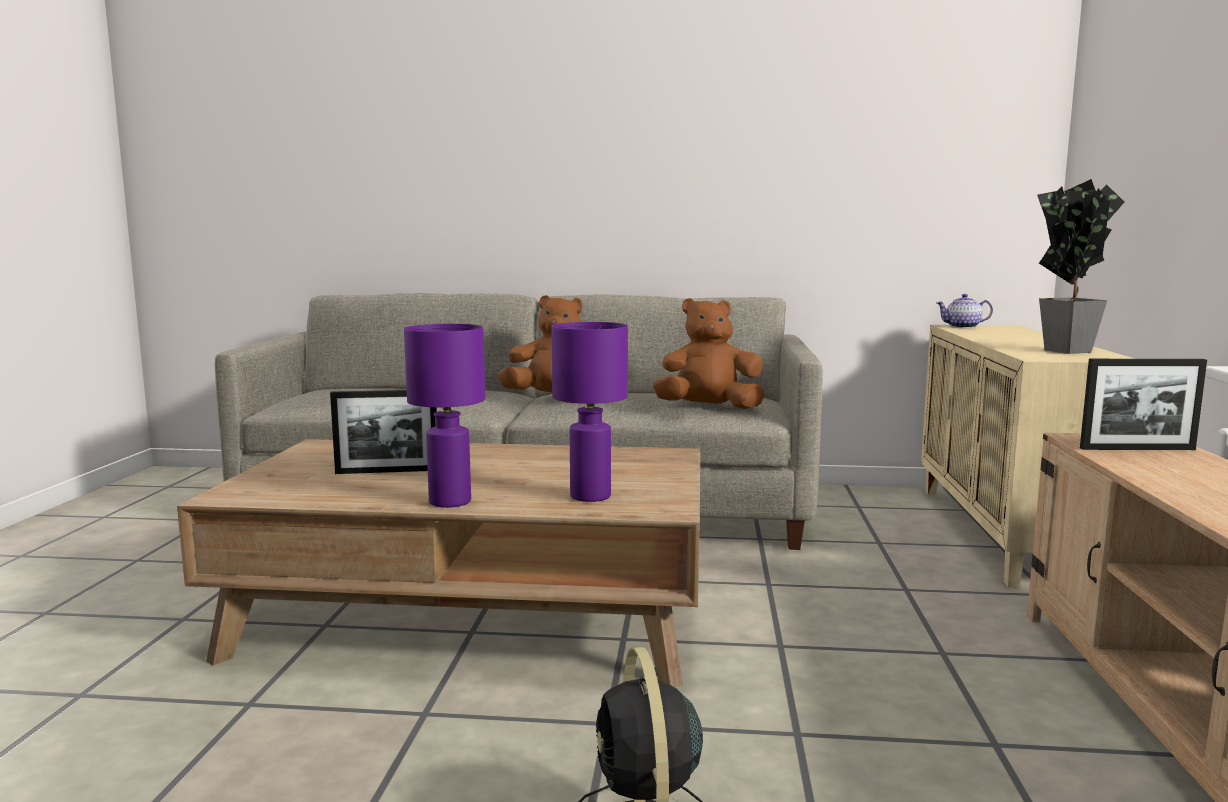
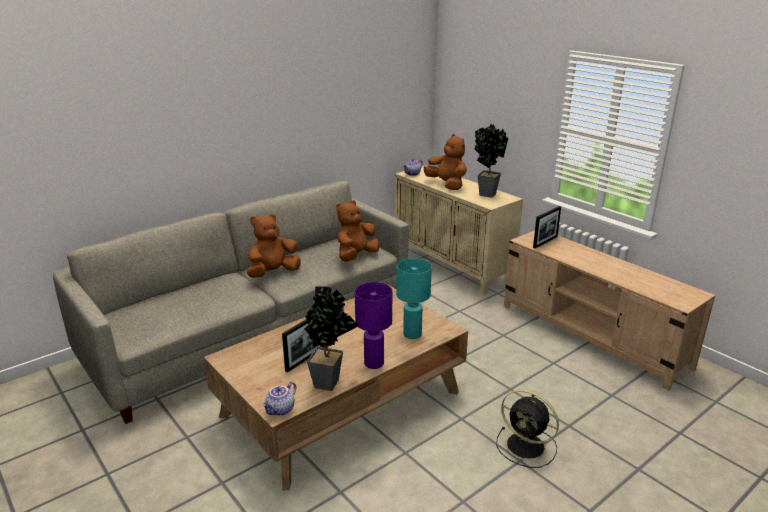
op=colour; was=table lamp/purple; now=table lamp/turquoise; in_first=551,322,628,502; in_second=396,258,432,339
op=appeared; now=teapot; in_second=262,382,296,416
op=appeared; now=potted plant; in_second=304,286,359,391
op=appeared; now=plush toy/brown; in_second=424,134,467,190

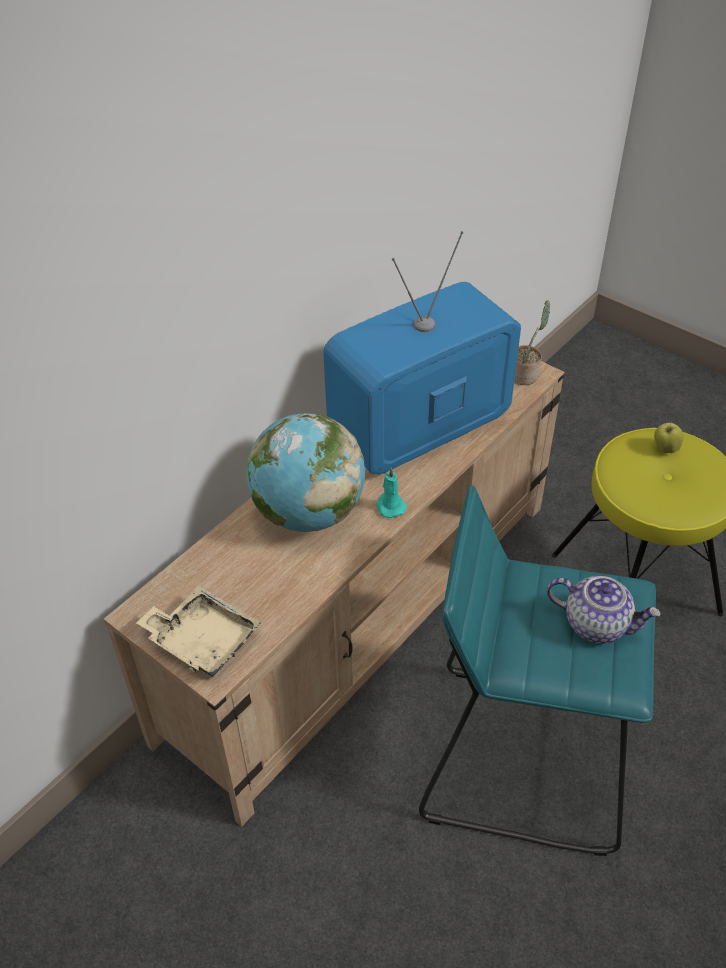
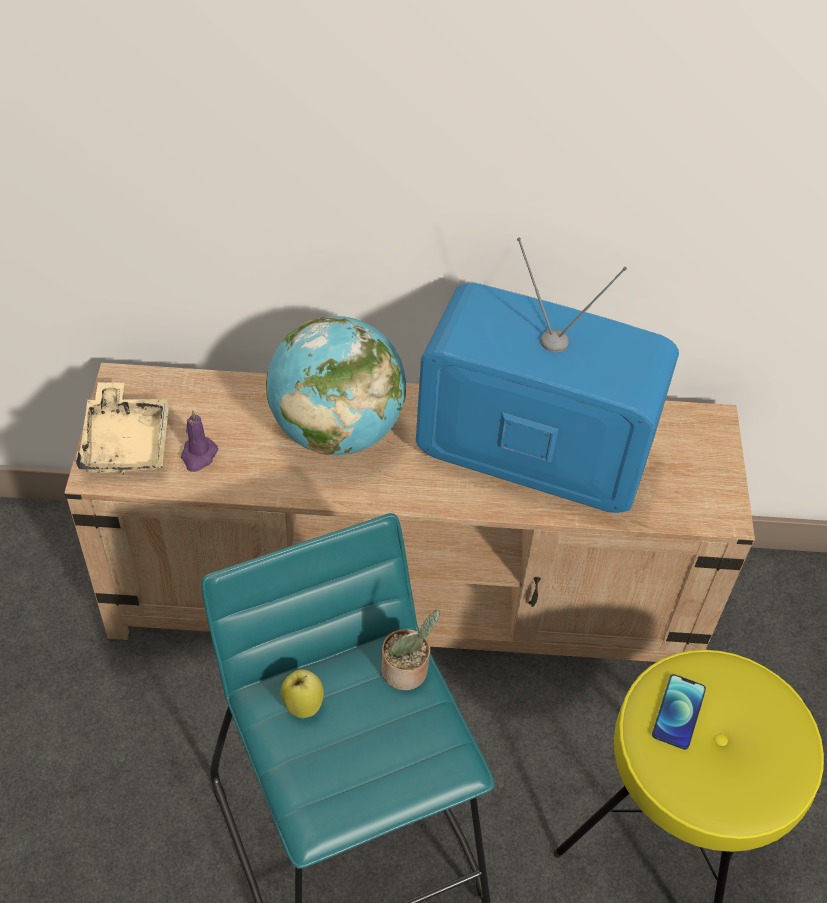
op=missing; was=candle/turquoise; in_first=376,467,407,518
op=relocated; was=potted plant; in_first=514,300,550,385; in_second=382,610,440,691
op=missing; was=teapot; in_first=547,576,661,644
op=relocated; was=apple; in_first=654,422,684,454; in_second=280,669,324,718
op=appeared; now=candle/purple; in_second=181,410,218,472
op=appeared; now=phone; in_second=652,674,706,750

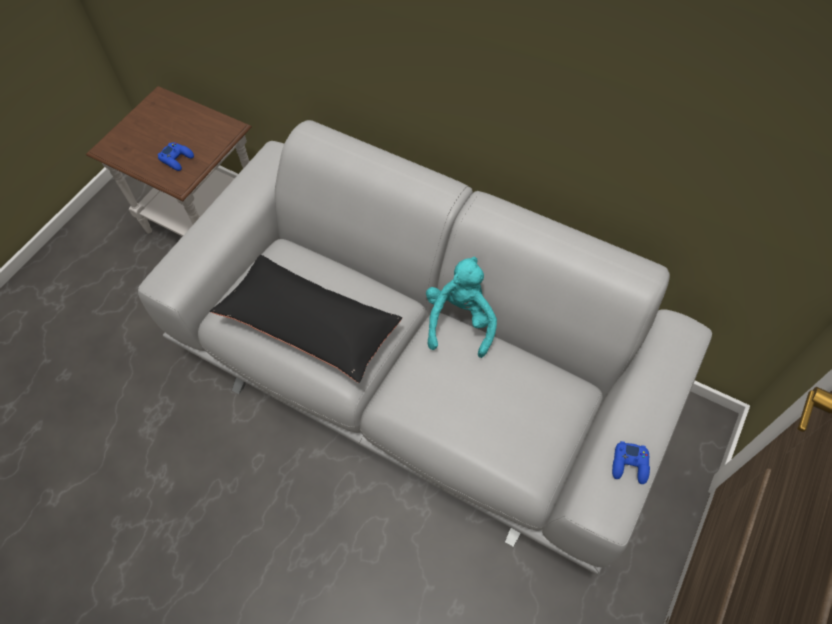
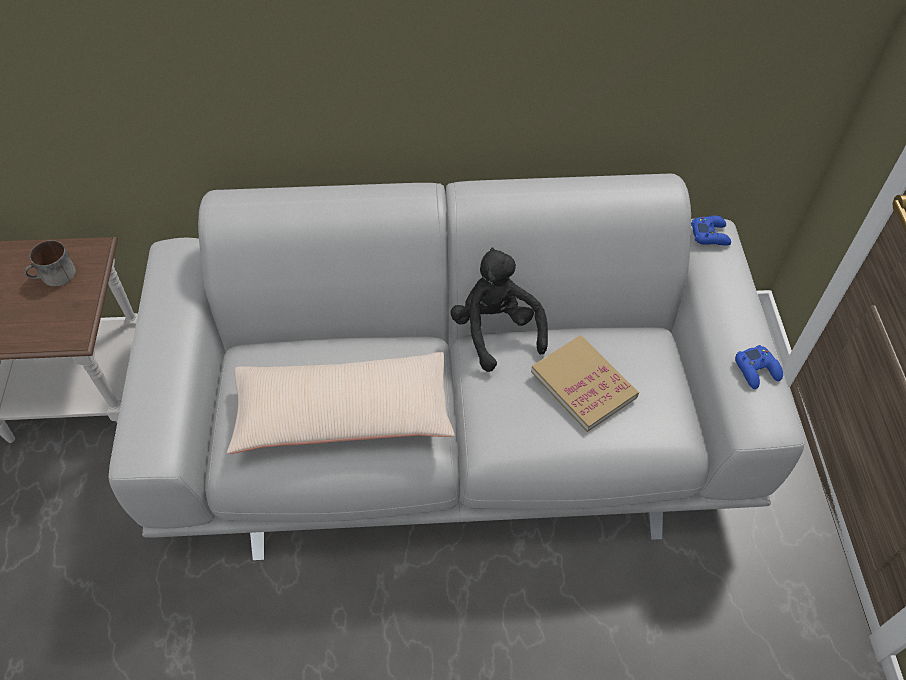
op=relocated; was=game controller/blue; in_first=157,142,194,171; in_second=691,215,731,246
op=colour; was=pillow/black; now=pillow/beige; in_first=210,255,402,383; in_second=227,352,455,454
op=colour; was=plush toy/turquoise; now=plush toy/black; in_first=426,256,497,358; in_second=450,247,548,372
op=appeared; now=mug; in_second=24,240,76,287
op=appeared; now=book; in_second=531,335,639,432

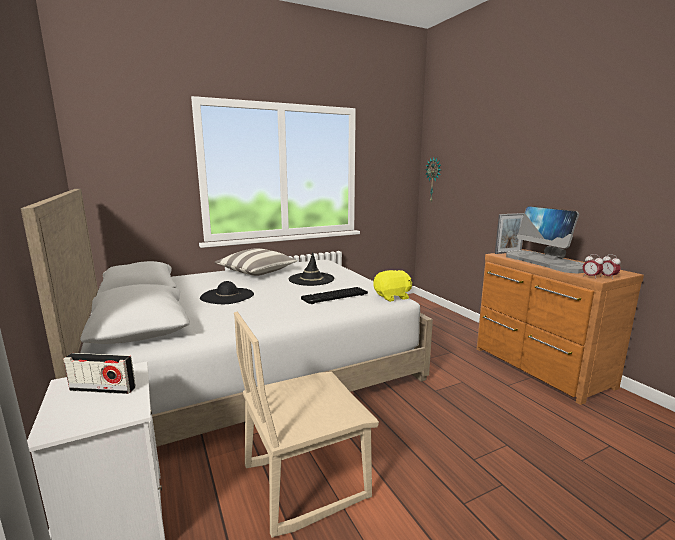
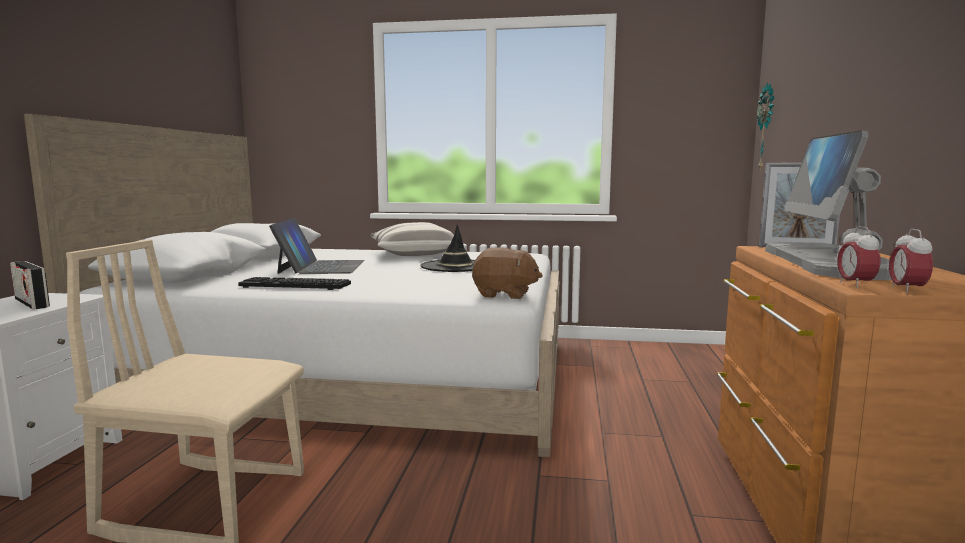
op=exchanged; was=hat/black; now=laptop; in_first=200,281,254,304; in_second=269,218,365,274
op=relocated; was=keyboard; in_first=301,287,368,304; in_second=238,277,351,290
op=colour; was=plush toy/yellow; now=plush toy/brown; in_first=373,270,412,302; in_second=472,247,543,299

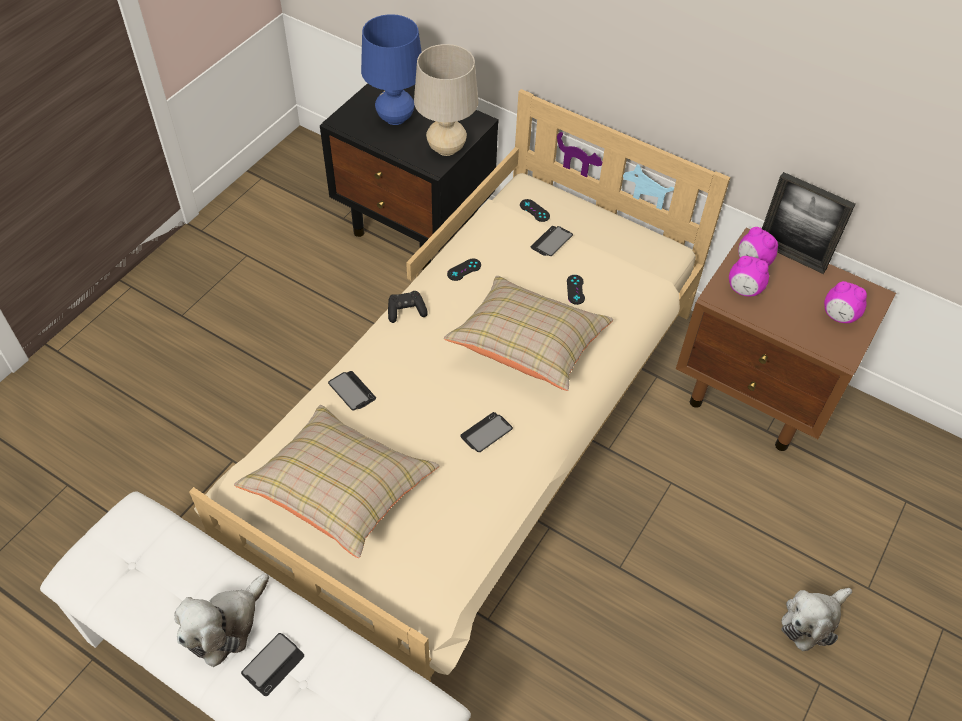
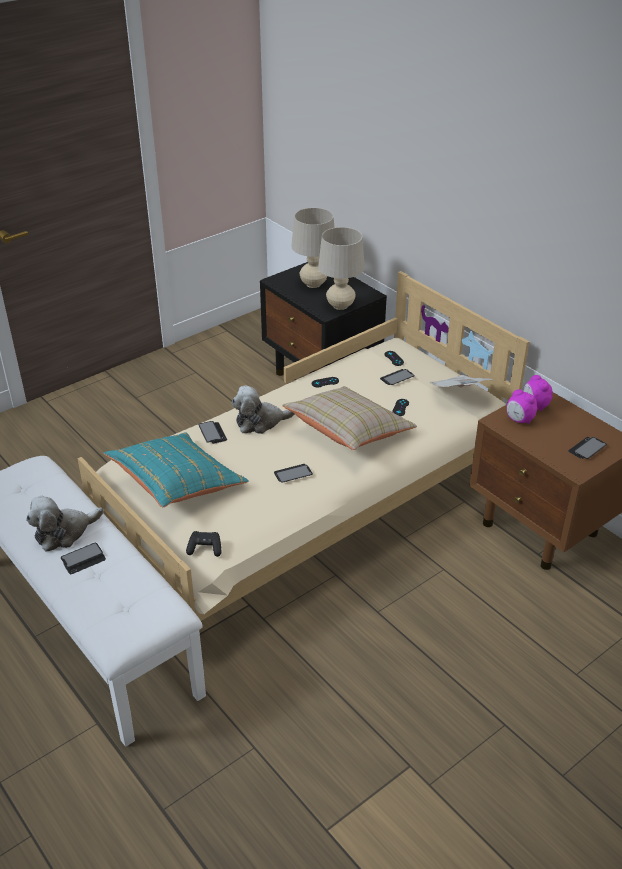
op=colour; was=pillow/beige; now=pillow/turquoise; in_first=234,405,439,558; in_second=104,432,249,507
op=colour; was=table lamp/blue; now=table lamp/beige; in_first=361,14,422,125; in_second=291,208,335,288
op=relocated; was=game controller/black; in_first=388,291,428,323; in_second=186,531,221,557
op=missing; was=picture frame; in_first=762,172,855,274
op=relocated; was=plush toy; in_first=781,588,852,651; in_second=232,385,295,434
op=exchanged; was=alarm clock; now=phone; in_first=824,281,867,323; in_second=568,437,607,459
op=appeared; now=newspaper; in_second=431,375,492,388

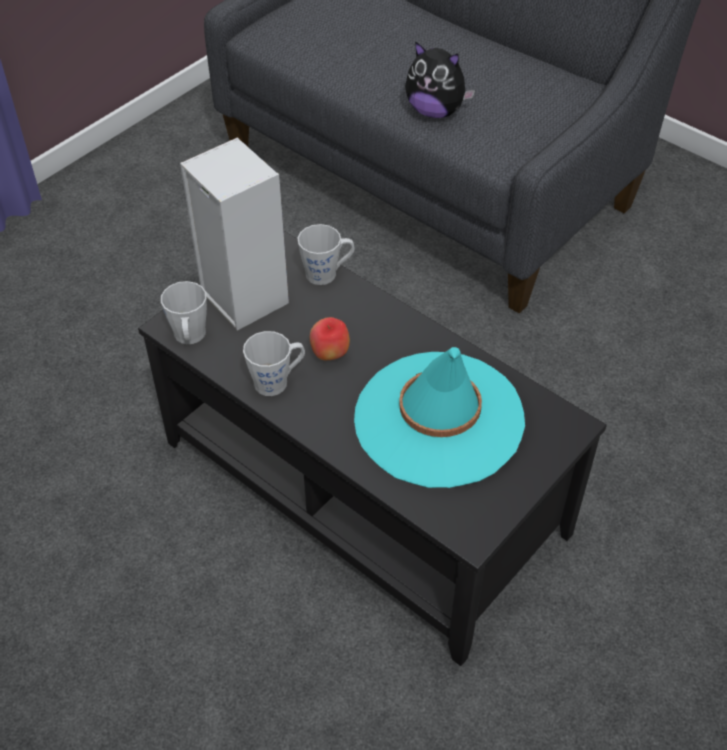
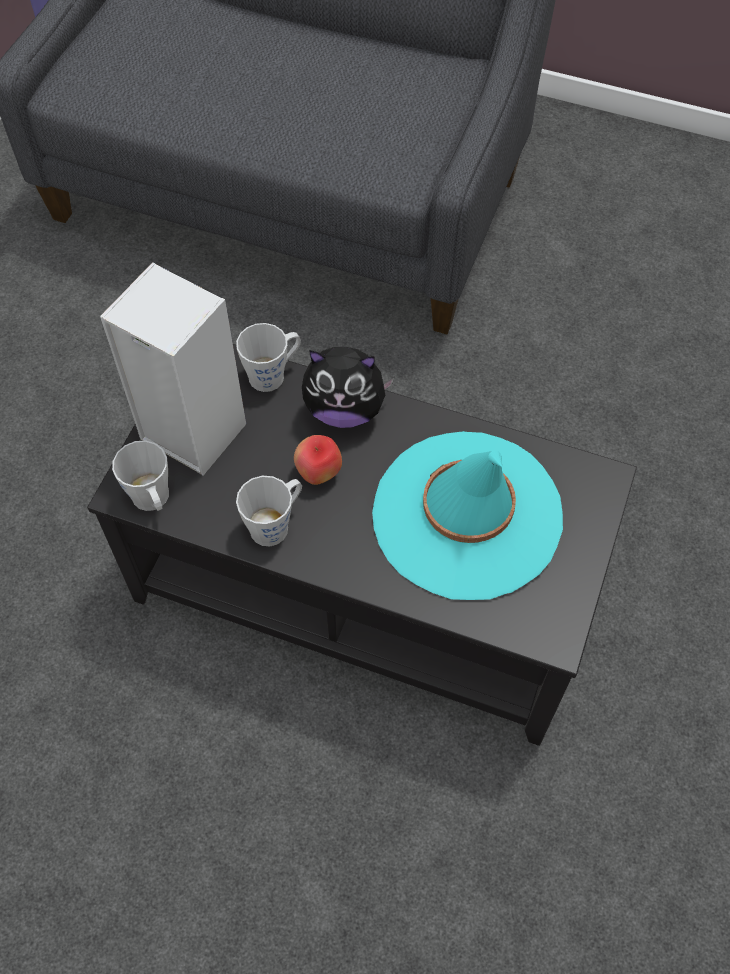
op=relocated; was=plush toy; in_first=405,41,475,118; in_second=302,347,394,428

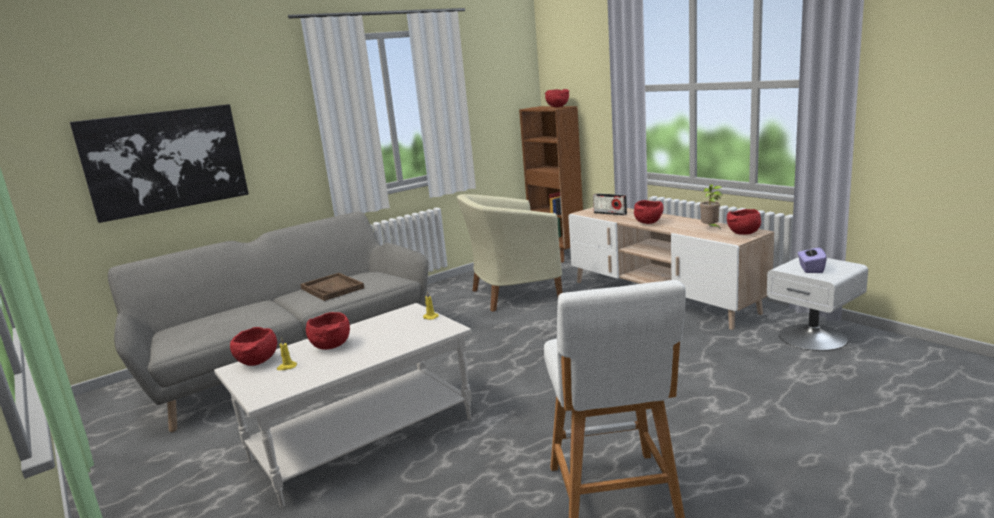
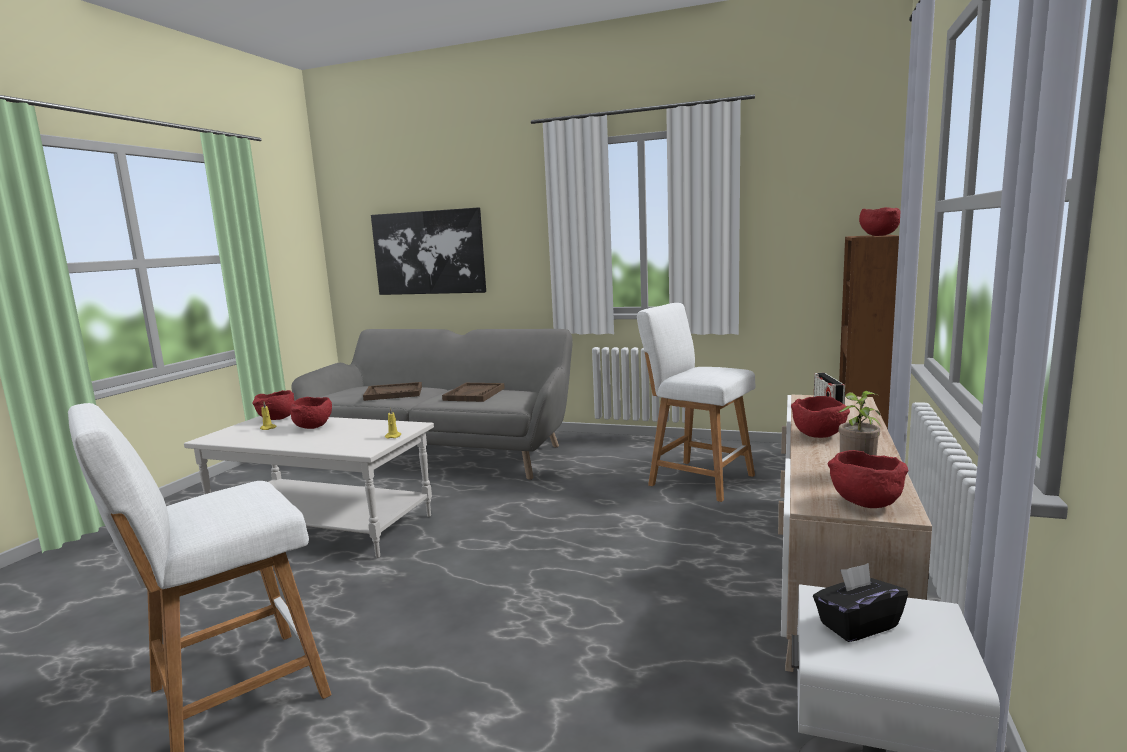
op=exchanged; was=armchair/beige; now=stool/white; in_first=457,194,563,312; in_second=637,303,756,502
op=colour; was=tissue box/purple; now=tissue box/black; in_first=798,245,827,273; in_second=813,563,908,642
op=appeared; now=tray/brown; in_second=363,382,422,401

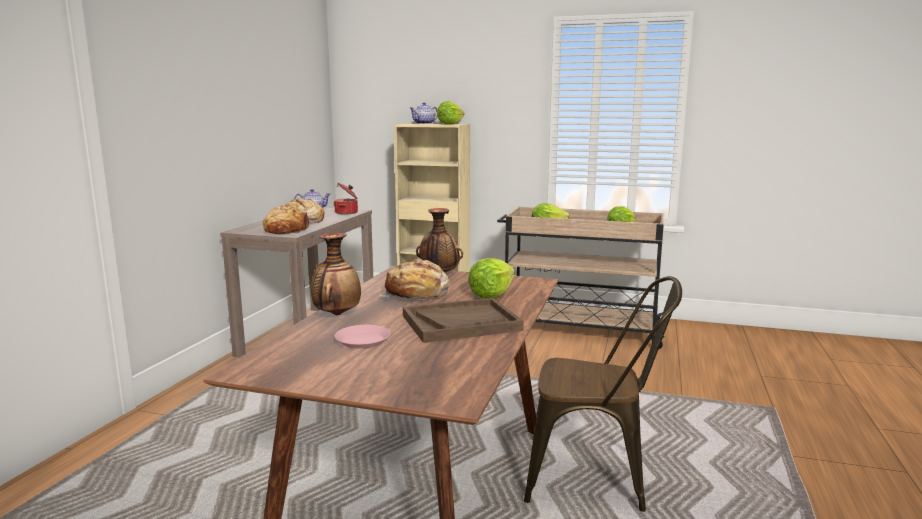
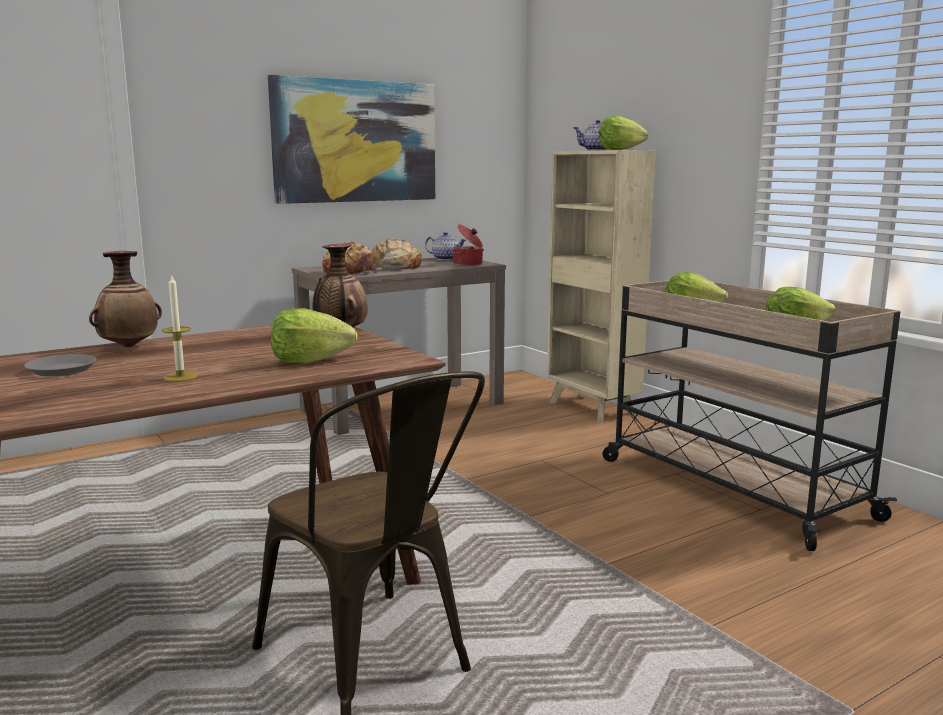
op=colour; was=plate/pink; now=plate/grey; in_first=335,325,390,349; in_second=24,354,96,376
op=missing; was=bread; in_first=379,258,450,301
op=exchanged; was=tray/brown; now=candle; in_first=403,298,524,343; in_second=162,274,198,382
op=appeared; now=picture; in_second=268,75,435,204

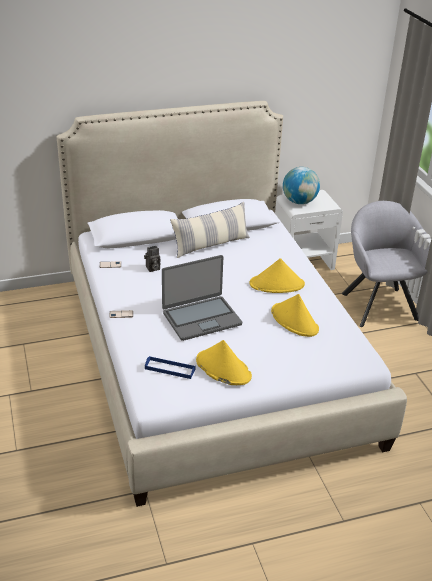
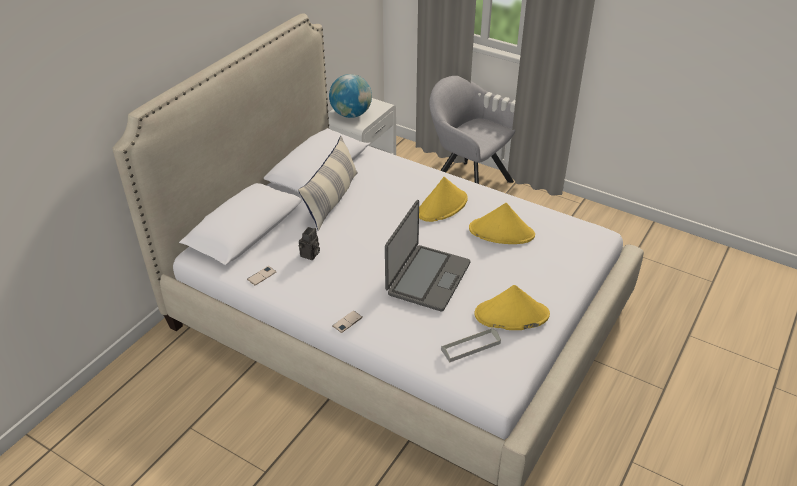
op=colour; was=tray/blue; now=tray/grey; in_first=145,356,196,379; in_second=441,328,501,362

